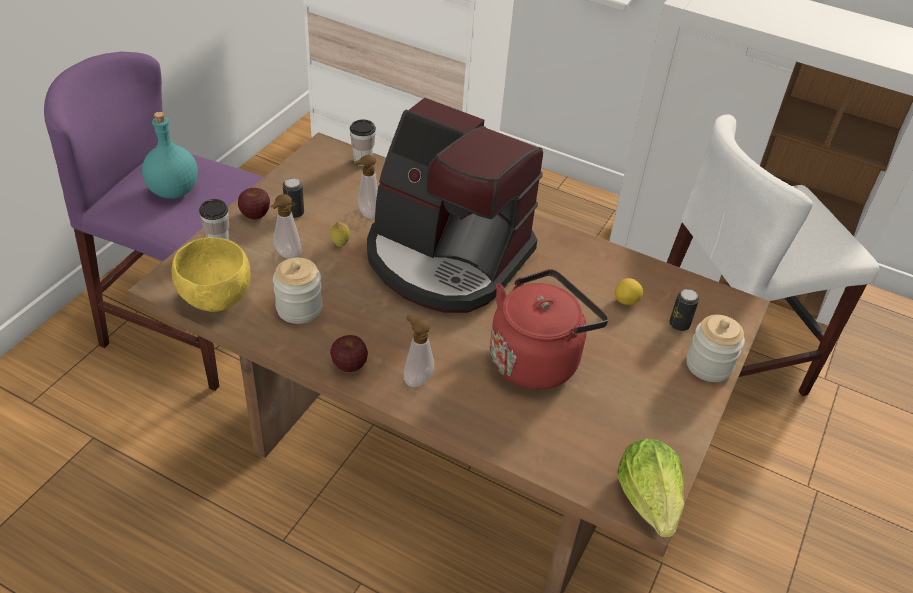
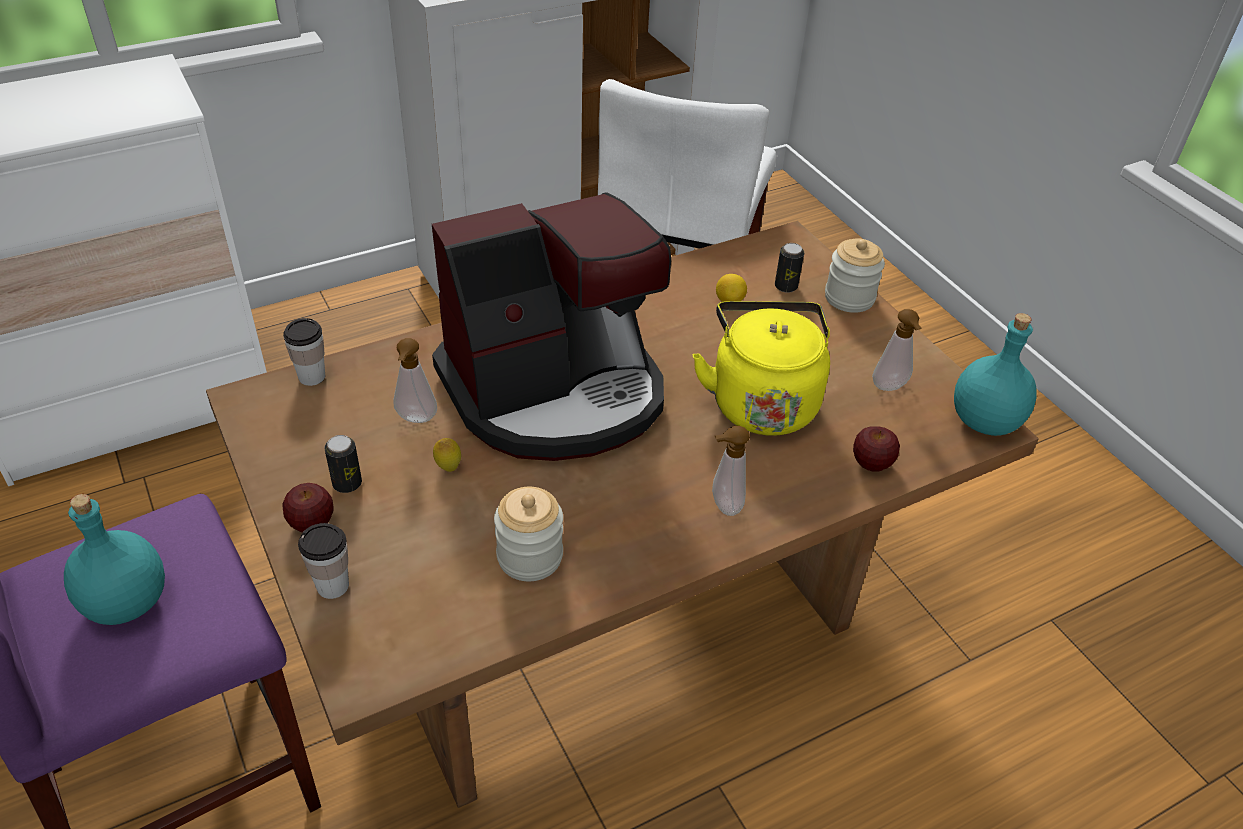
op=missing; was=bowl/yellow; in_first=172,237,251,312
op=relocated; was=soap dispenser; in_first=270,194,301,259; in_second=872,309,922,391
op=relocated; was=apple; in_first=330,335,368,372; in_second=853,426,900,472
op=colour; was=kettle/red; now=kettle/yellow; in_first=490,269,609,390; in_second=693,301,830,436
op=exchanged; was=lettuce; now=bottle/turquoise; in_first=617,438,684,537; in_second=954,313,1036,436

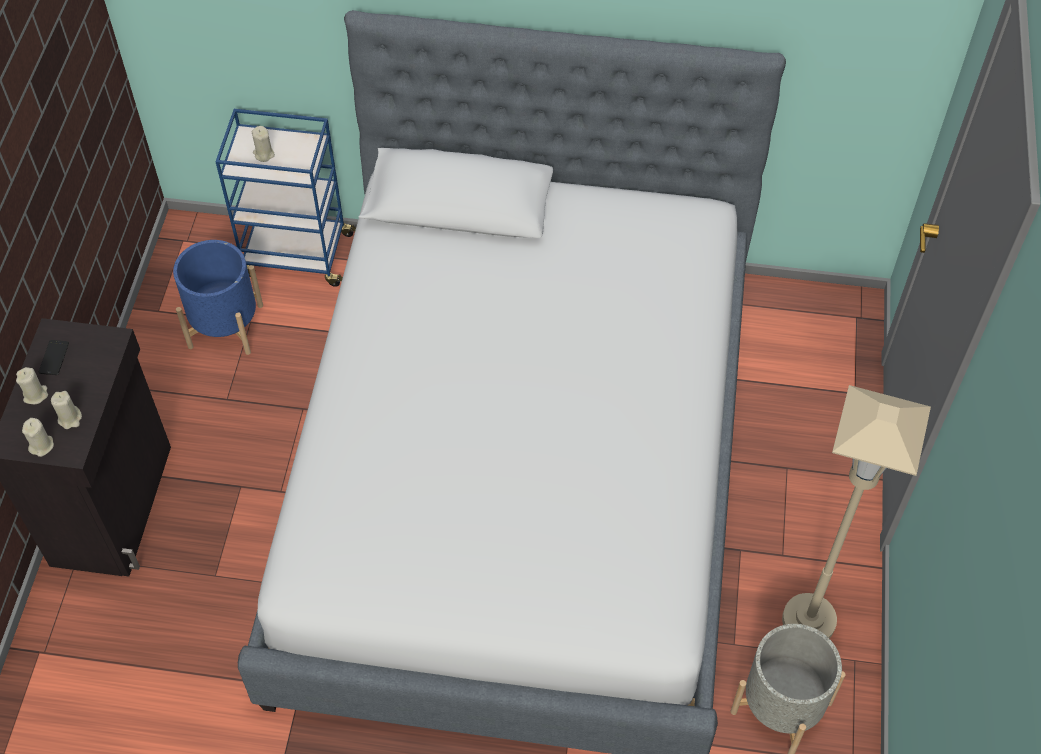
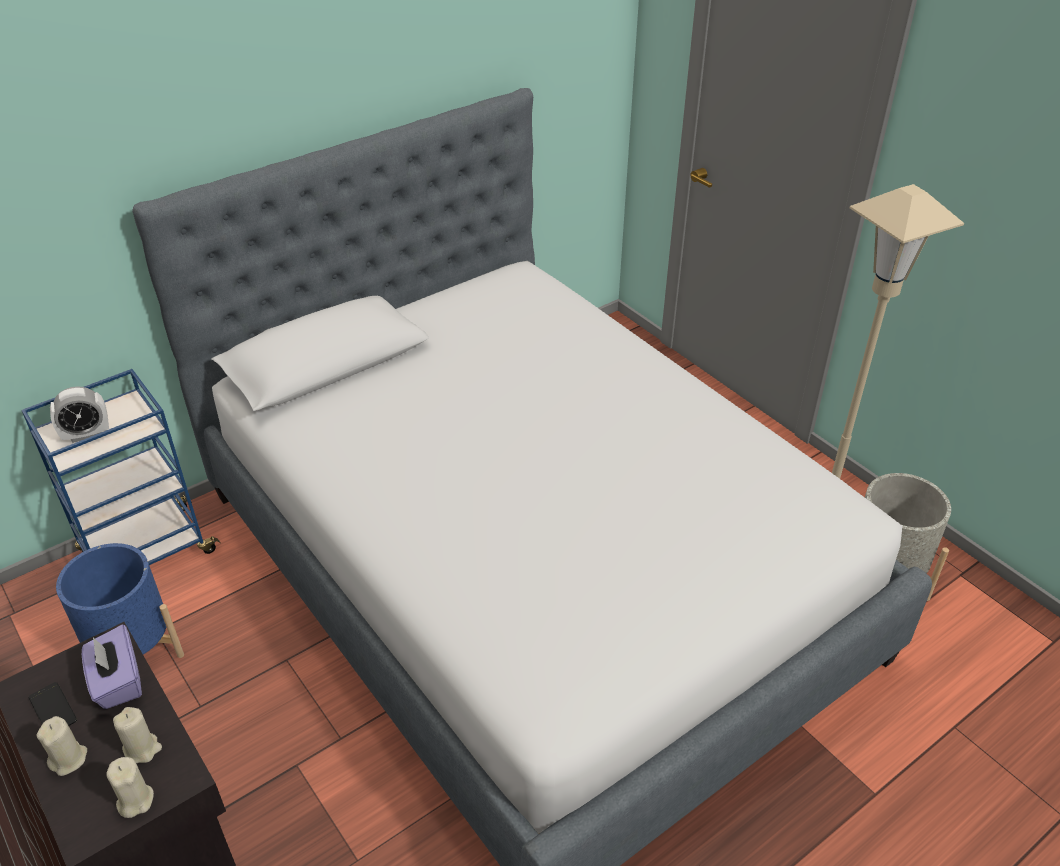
op=exchanged; was=candle/beige; now=alarm clock; in_first=252,126,275,162; in_second=50,386,109,443
op=appeared; now=tissue box/purple; in_second=82,625,142,709

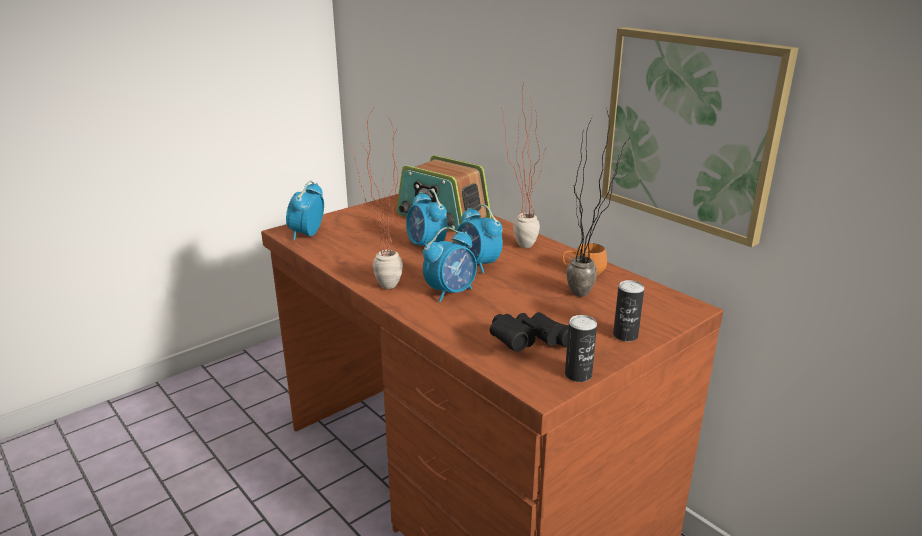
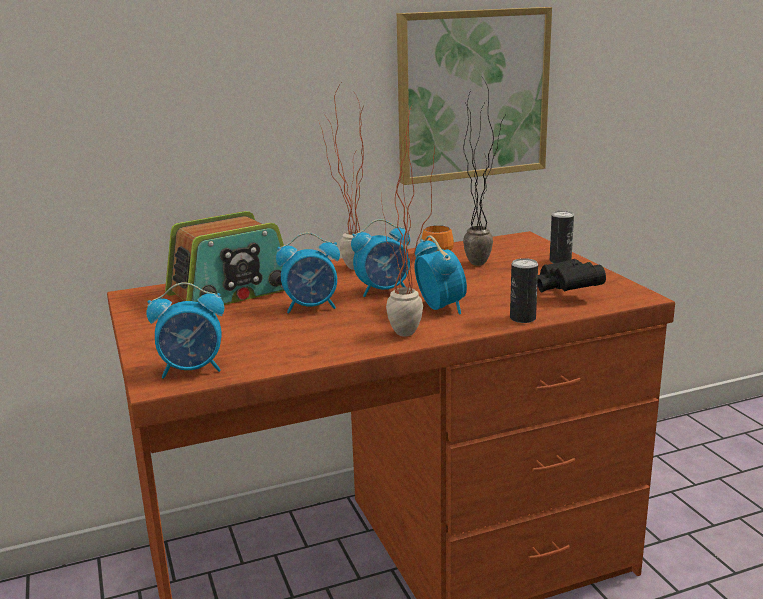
op=spun; was=alarm clock; in_first=286,181,324,241; in_second=146,282,224,379; clockwise=-45
op=relocated; was=can; in_first=565,315,597,382; in_second=510,258,538,323

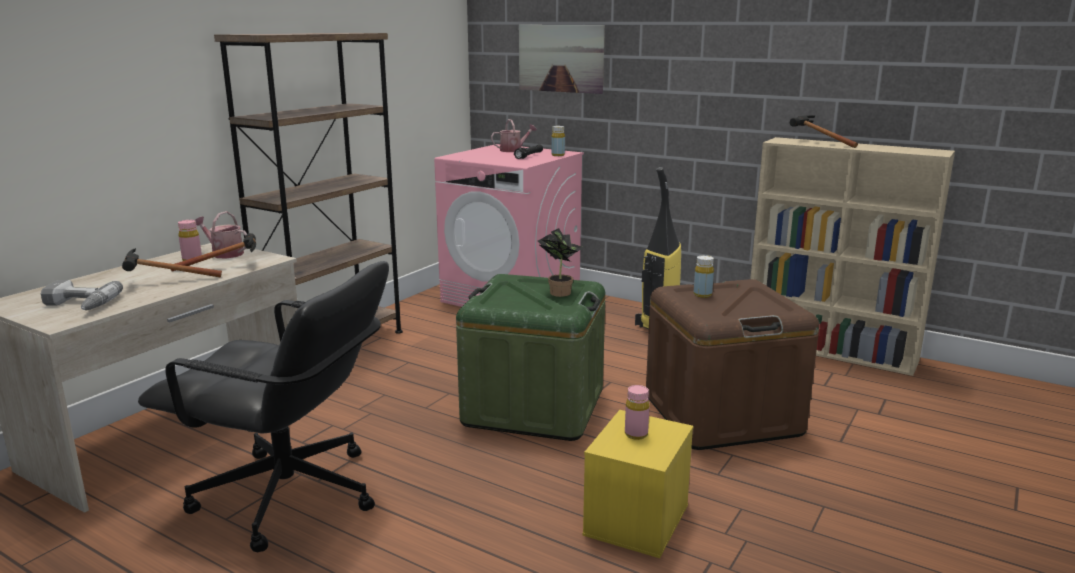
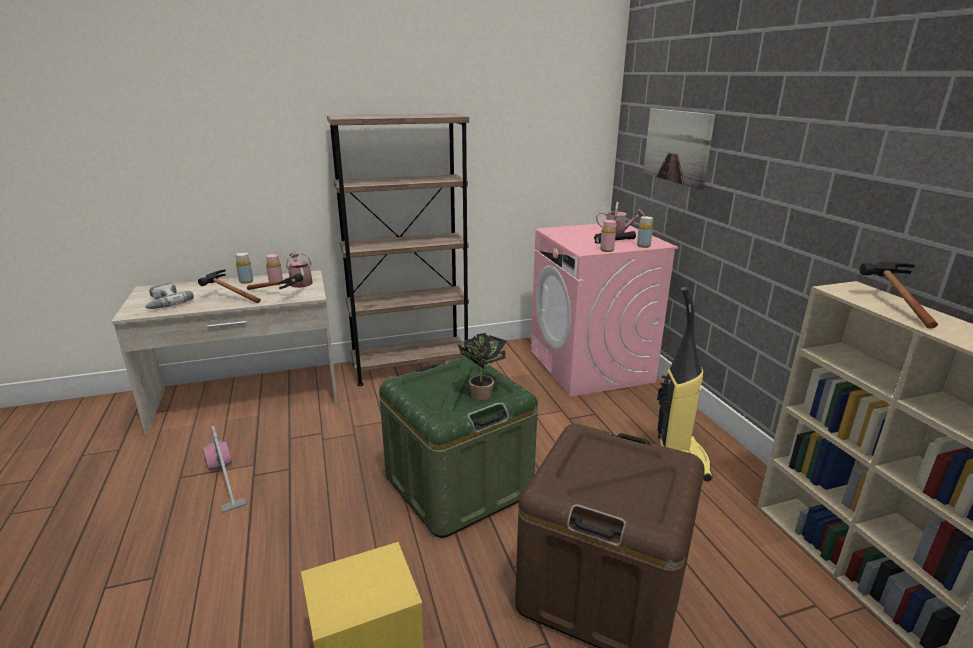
op=exchanged; was=office chair/black; now=vacuum cleaner; in_first=138,261,389,552; in_second=203,426,247,513
op=relocated; was=bottle/pink; in_first=625,385,649,440; in_second=600,220,616,252
op=relocated; was=bottle/yellow; in_first=694,255,714,298; in_second=235,252,253,284

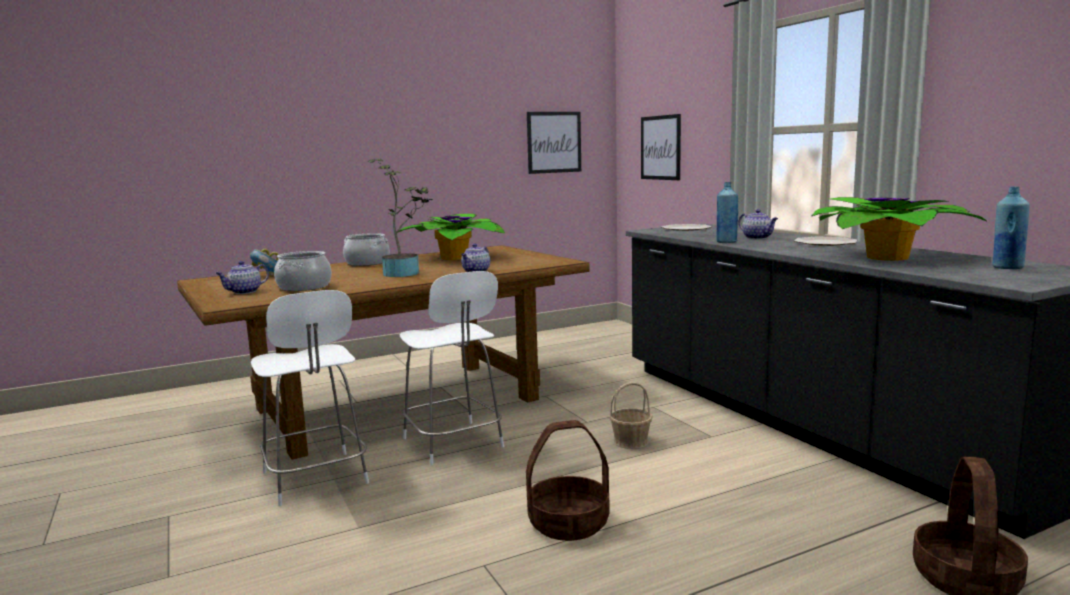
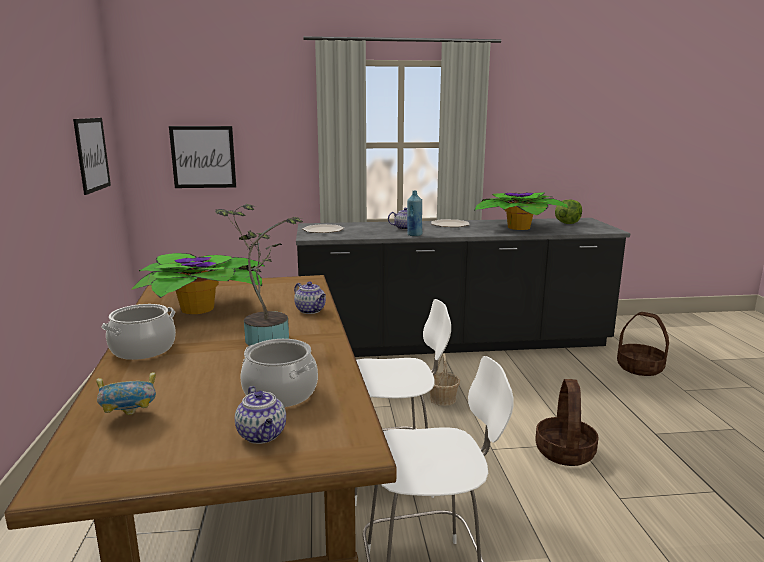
op=exchanged; was=bottle/blue; now=lettuce; in_first=992,187,1030,269; in_second=555,200,582,224

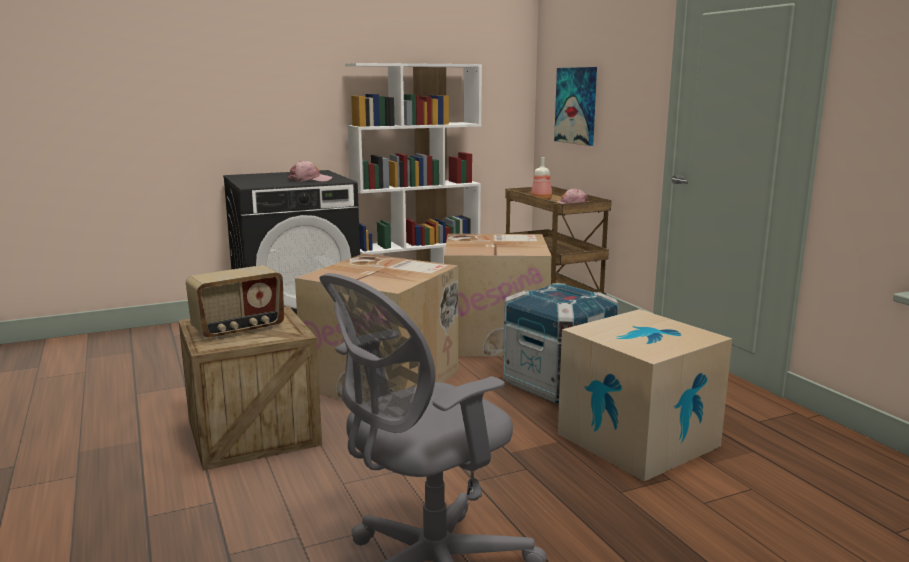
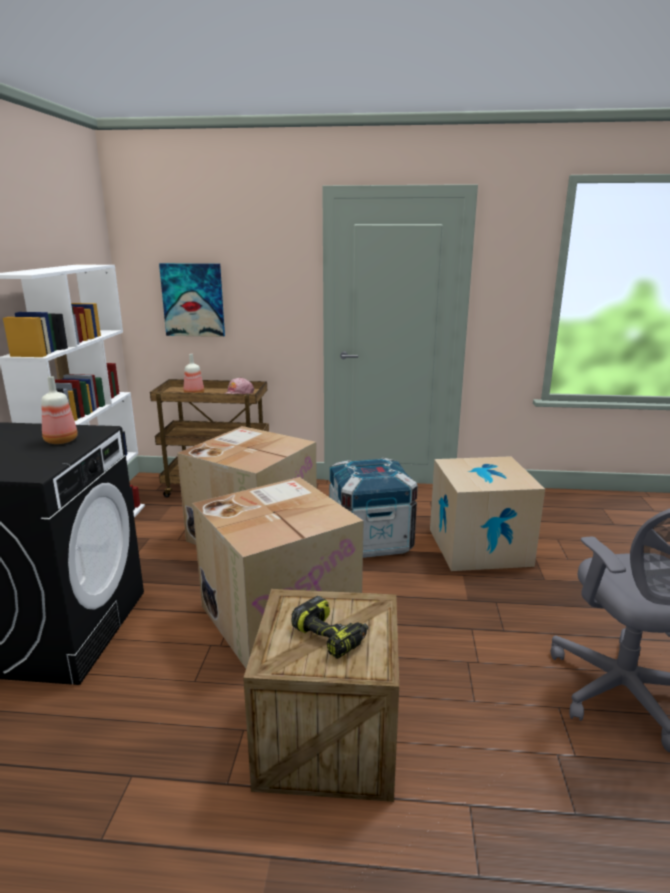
op=exchanged; was=radio; now=power drill; in_first=186,265,284,339; in_second=291,596,368,659
op=exchanged; was=cap/pink; now=bottle; in_first=288,161,332,182; in_second=42,376,78,444

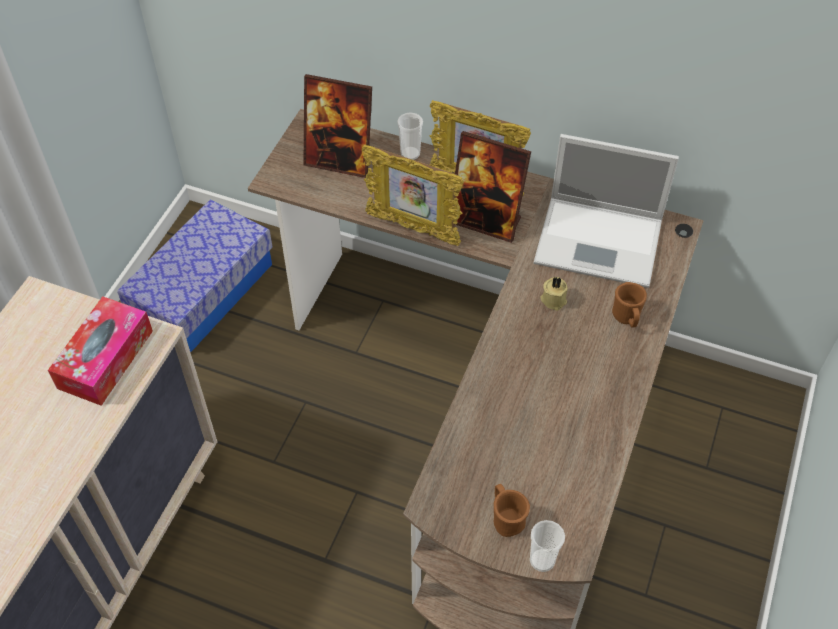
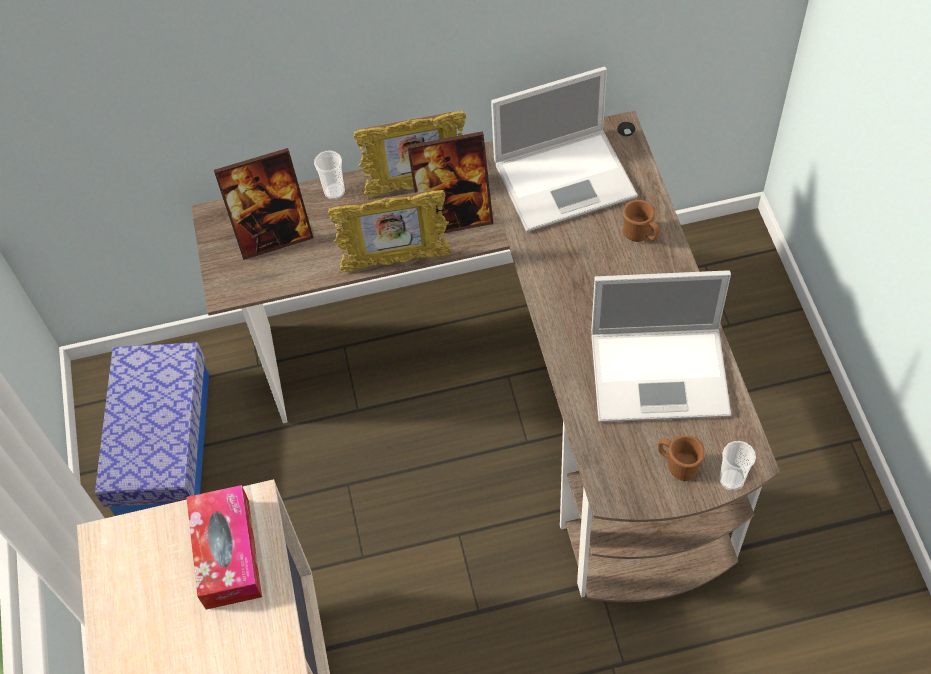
op=missing; was=candle/beige; in_first=541,277,568,311
op=appeared; now=laptop; in_second=591,270,731,422

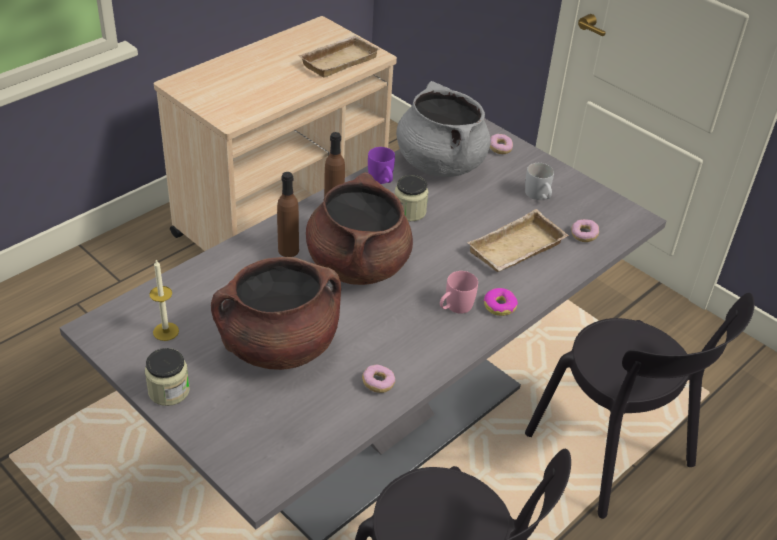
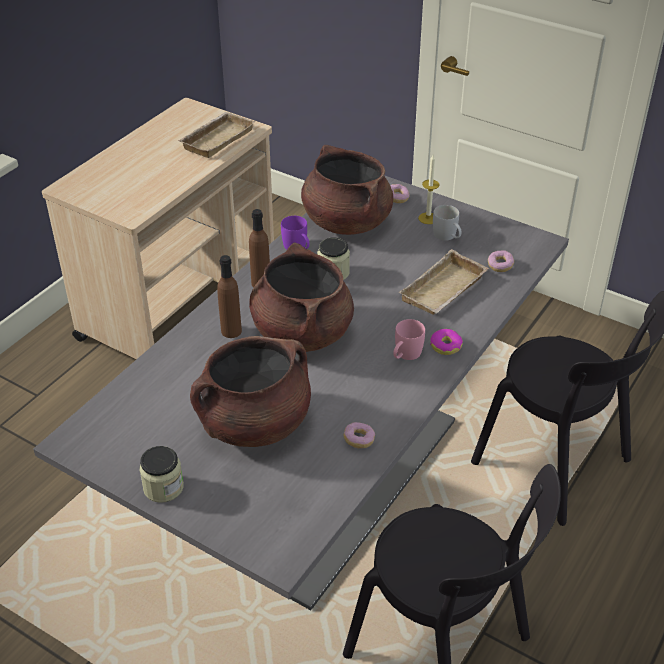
op=relocated; was=candle; in_first=149,260,179,341; in_second=418,155,440,224
op=colour; was=cooking pot/grey; now=cooking pot/brown; in_first=396,81,491,177; in_second=301,145,393,235

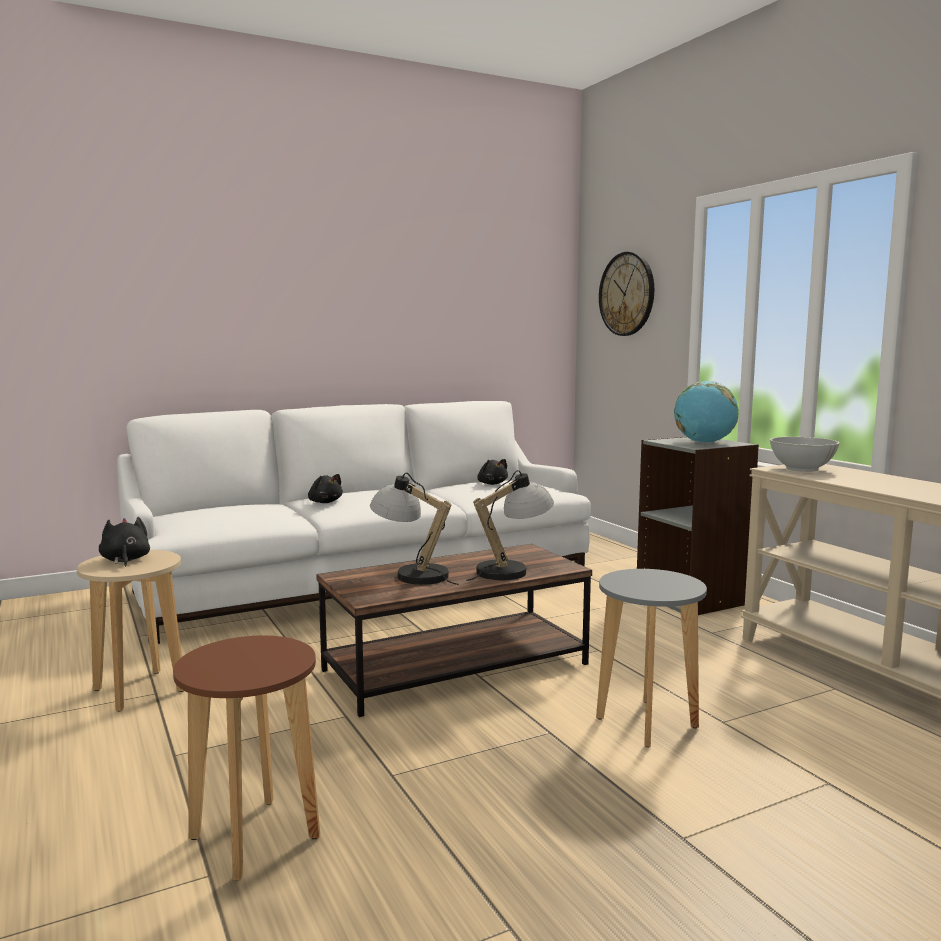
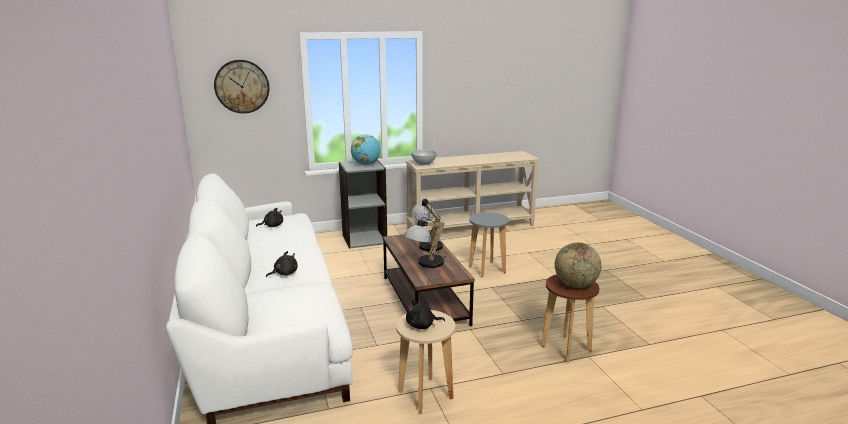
op=appeared; now=globe; in_second=555,242,602,288

